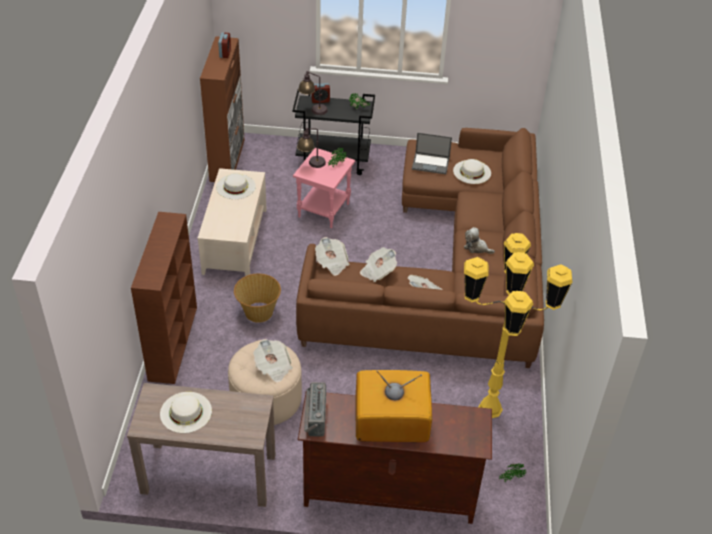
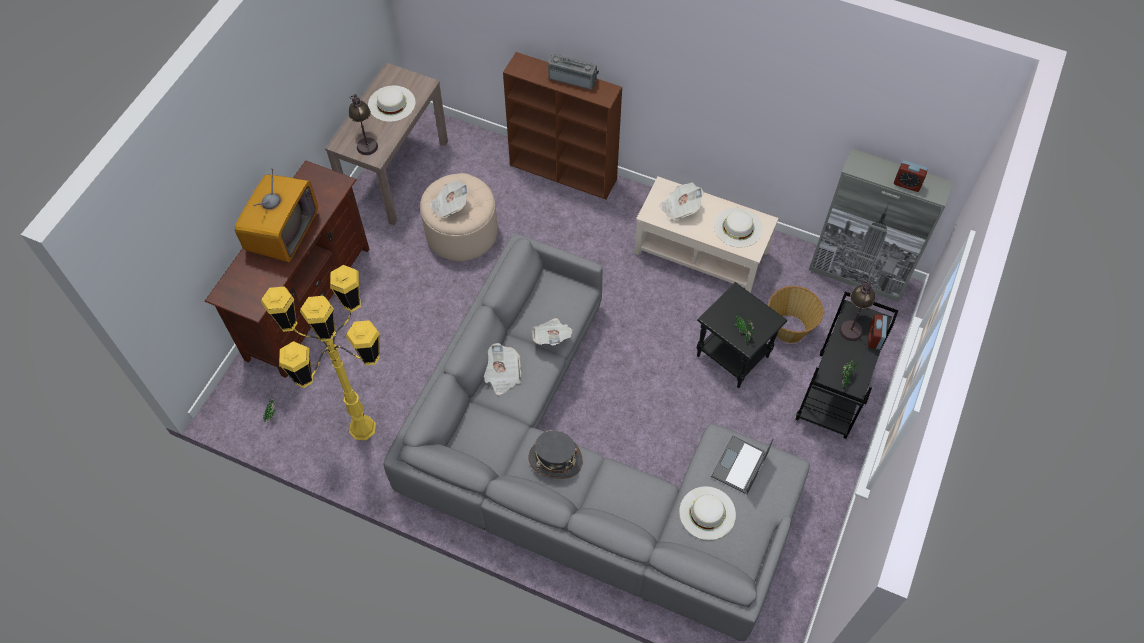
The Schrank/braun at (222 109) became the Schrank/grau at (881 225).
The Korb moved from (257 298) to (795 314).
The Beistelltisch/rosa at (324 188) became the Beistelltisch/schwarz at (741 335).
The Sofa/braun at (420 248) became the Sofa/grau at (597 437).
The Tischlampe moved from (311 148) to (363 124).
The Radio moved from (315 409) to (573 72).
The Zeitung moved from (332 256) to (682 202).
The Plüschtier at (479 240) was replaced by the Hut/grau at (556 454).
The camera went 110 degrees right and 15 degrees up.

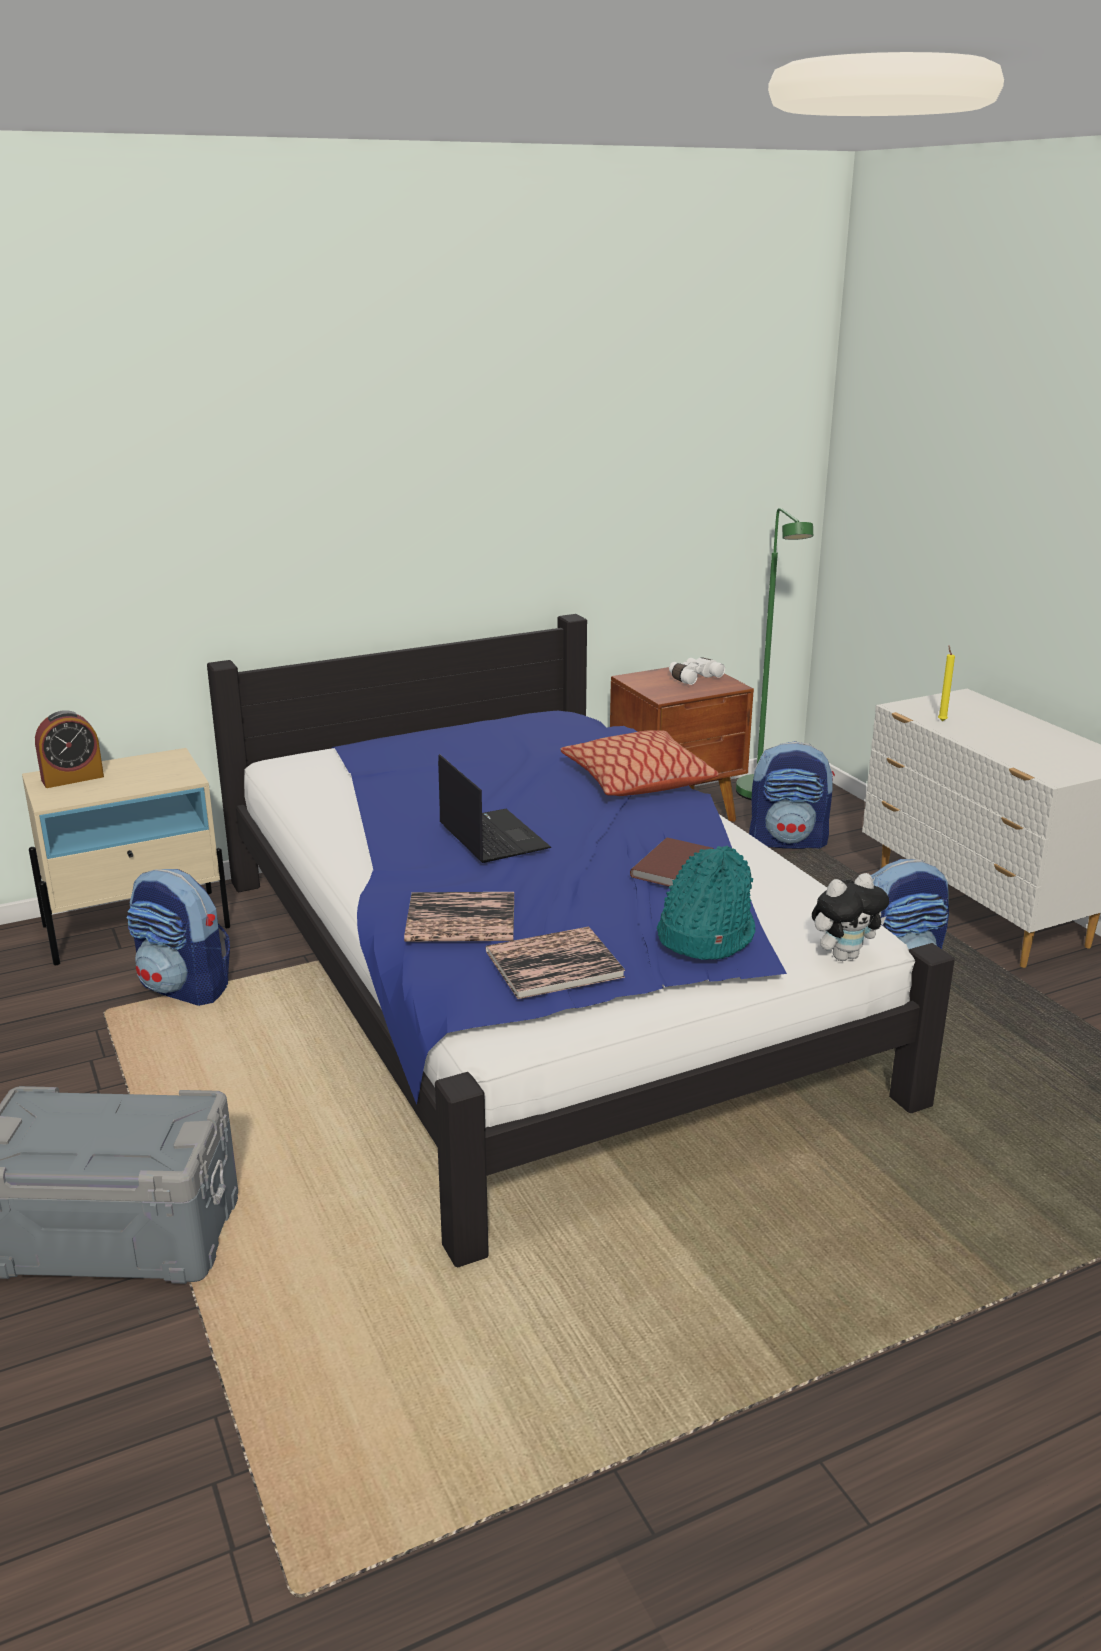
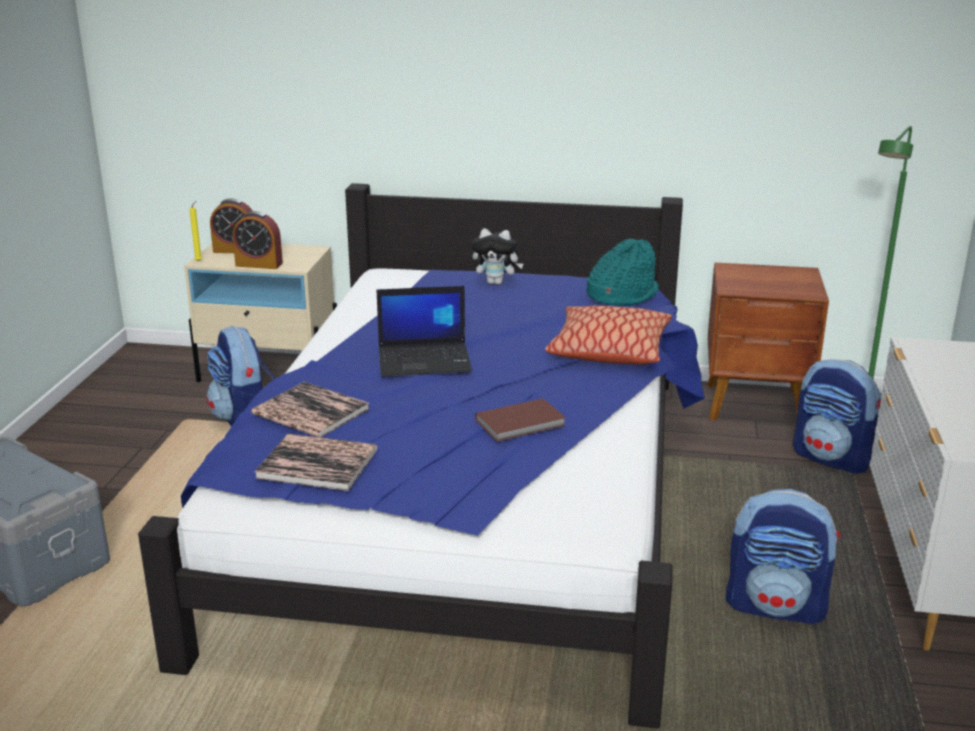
The Laptop at (494 808) turned 75 degrees clockwise.
The Hut/türkis moved from (706 903) to (622 272).
The Fernglas/weiß at (697 671) disappeared.
The Plüschtier moved from (850 917) to (497 256).
The Kerze/gelb moved from (946 683) to (195 231).
The Wecker at (258 240) appeared.
The camera went 35 degrees right and 0 degrees up.

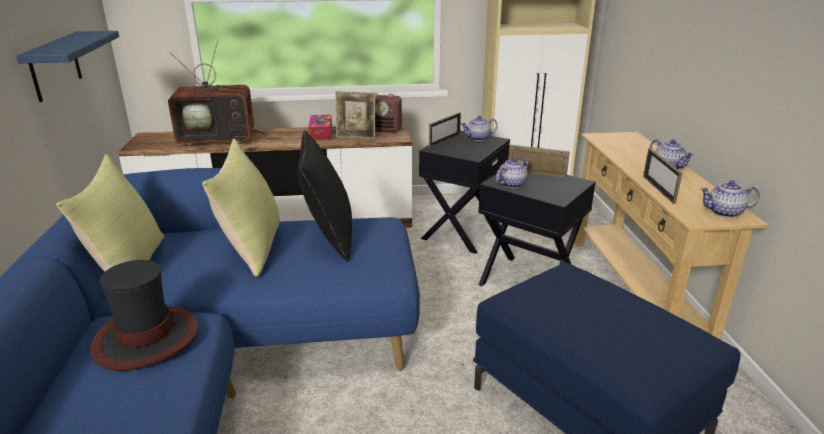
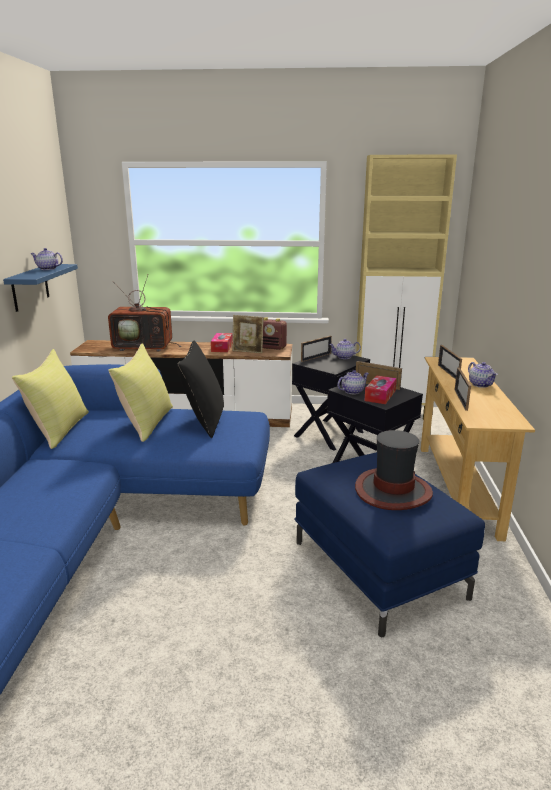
The Hut moved from (144 315) to (394 470).
The Teekanne moved from (730 199) to (46 259).
The Taschentuchbox at (380 389) appeared.
The Bilderrahmen at (450 362) appeared.
The camera went 10 degrees right and 5 degrees down.

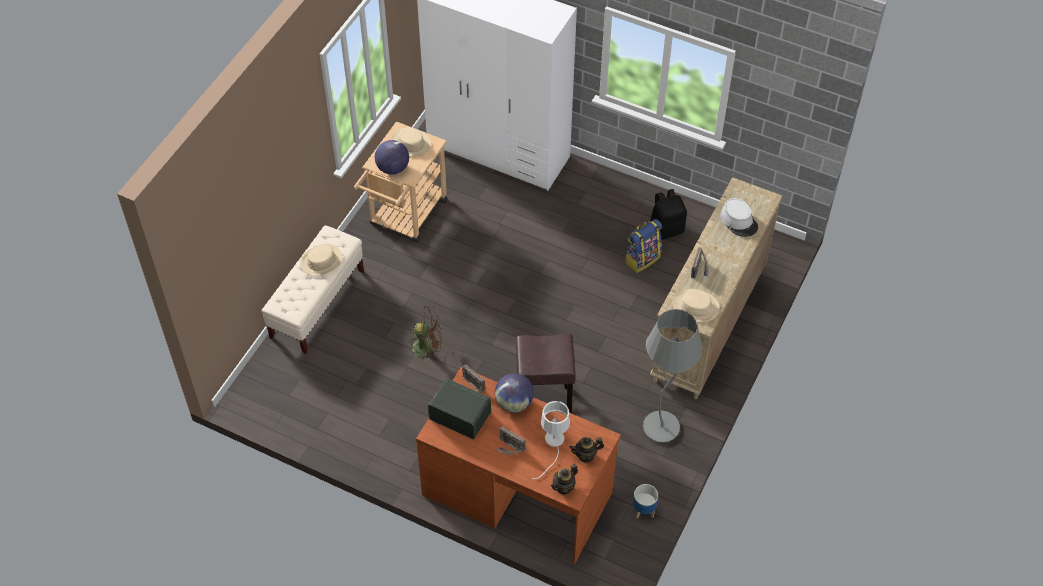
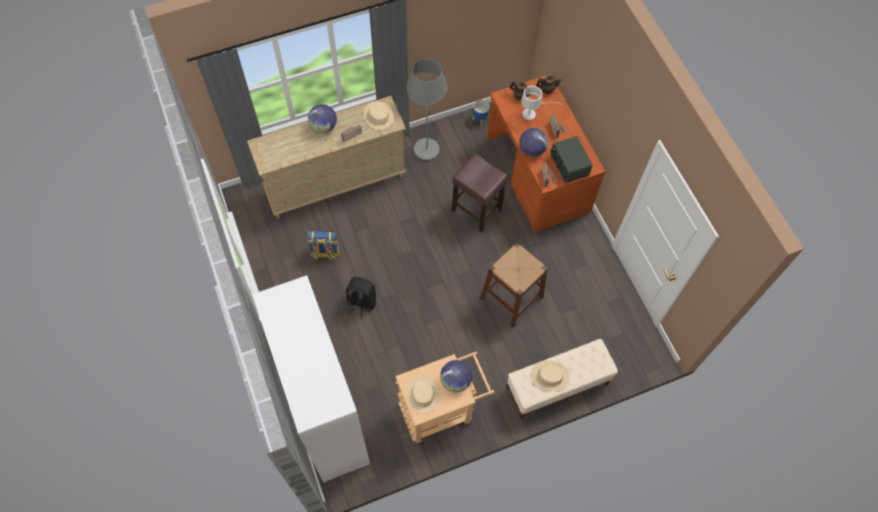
The Ventilator/braun at (424 335) was replaced by the Hocker/braun at (514 285).
The Rucksack/schwarz moved from (668 214) to (361 298).
The Hut/grau at (739 217) disappeared.
The Globus at (322 118) appeared.
The camera went 140 degrees left and 10 degrees up.

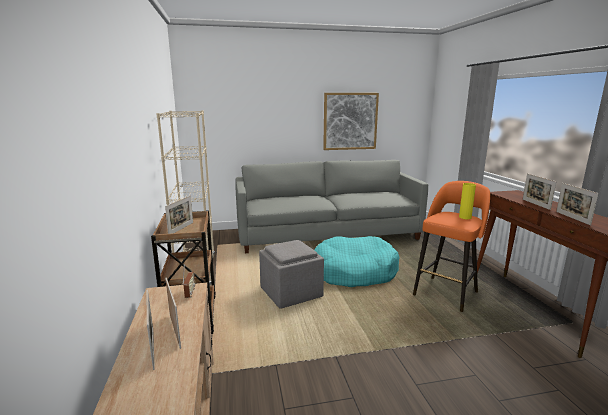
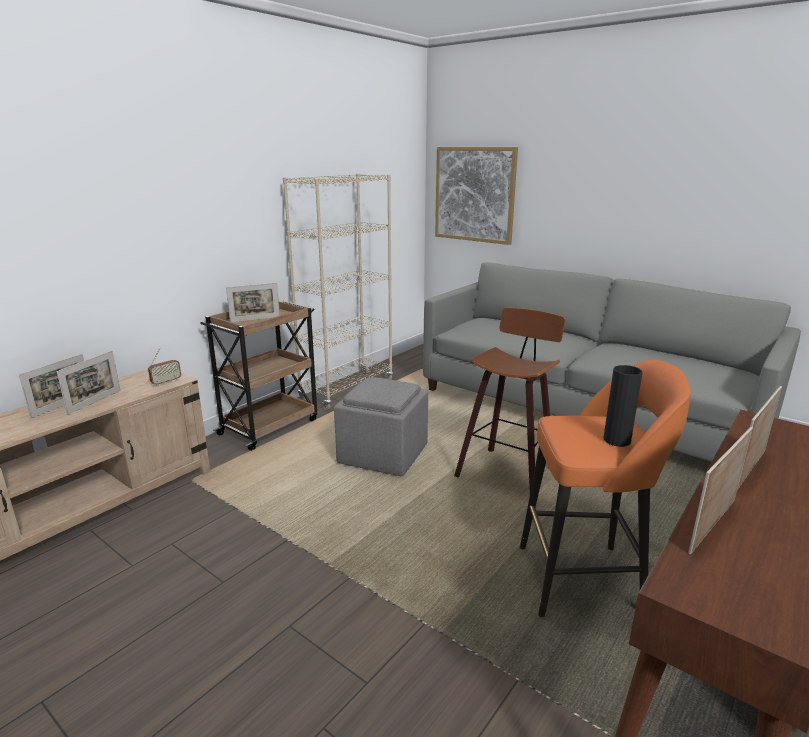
The Hundebett/türkis at (356 261) was replaced by the Hocker at (510 399).
The Bild moved from (351 121) to (476 196).
The Vase/gelb at (467 201) became the Vase/schwarz at (623 406).
The camera went 50 degrees right and 5 degrees up.

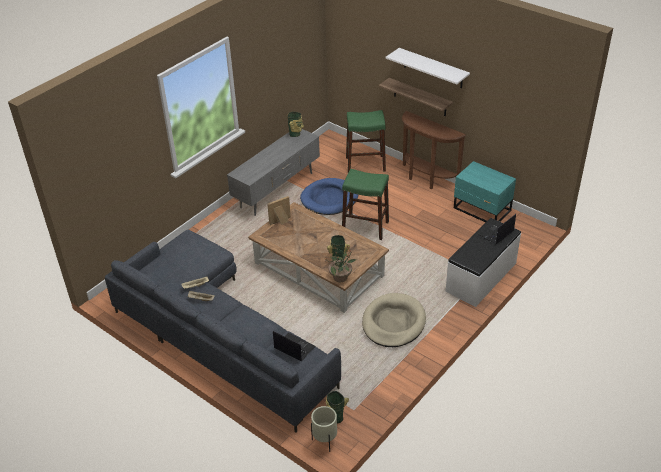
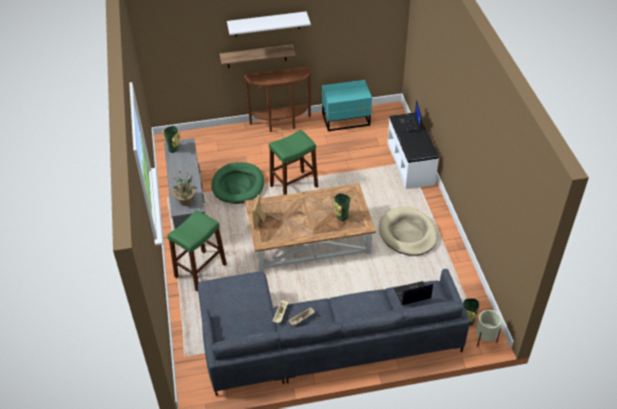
The Hundebett/blau at (329 196) became the Hundebett/grün at (238 183).
The Topfpflanze moved from (340 264) to (185 188).
The Hocker/grün moved from (366 141) to (197 251).
The camera went 50 degrees left and 5 degrees up.

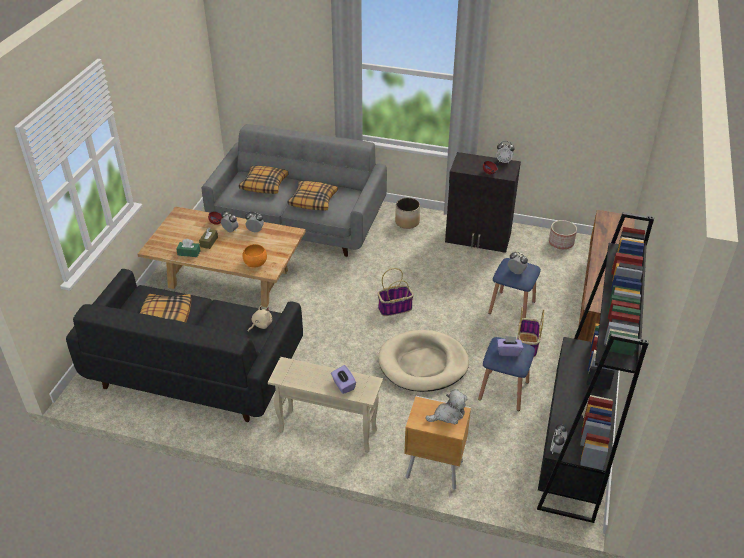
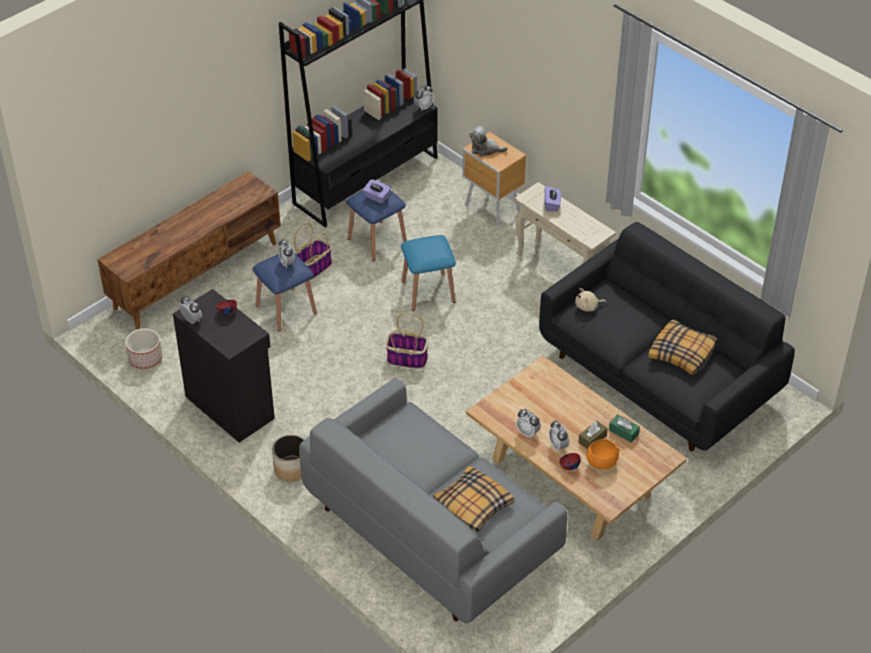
The Schüssel/orange moved from (254 256) to (602 454).
The Kissen at (313 196) disappeared.
The Hundebett/beige at (423 361) was replaced by the Hocker/blau at (428 273).
The camera went 150 degrees left and 5 degrees up.

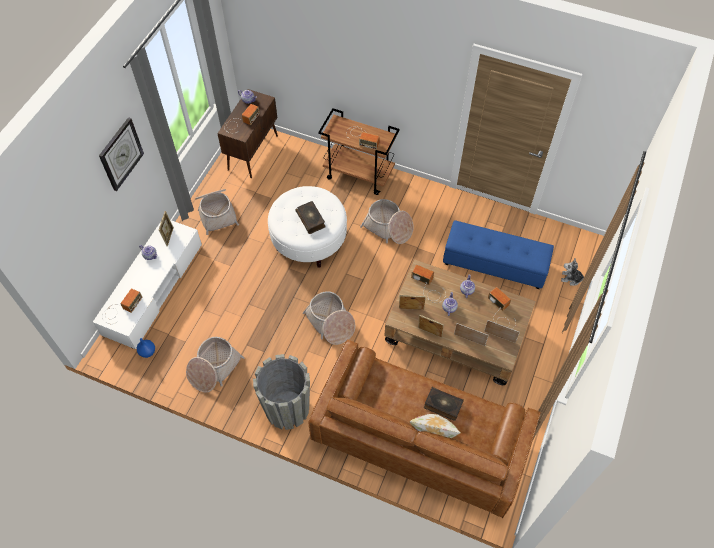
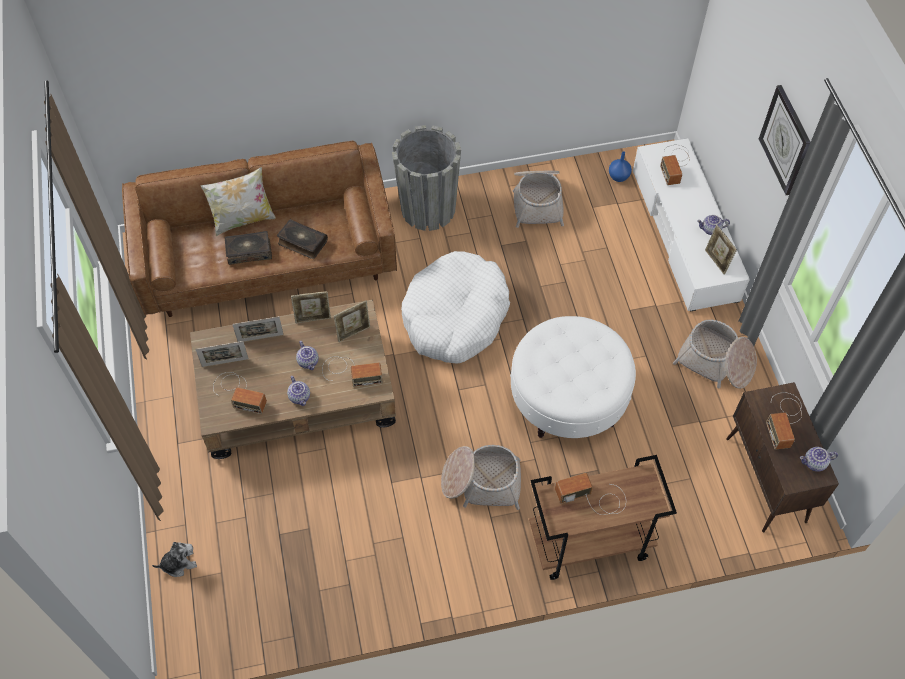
The Buch moved from (310 217) to (302 239).
The Korb at (329 318) was replaced by the Hundebett/weiß at (455 307).
The Polsterhocker/blau at (498 254) disappeared.
The camera went 145 degrees right and 0 degrees up.

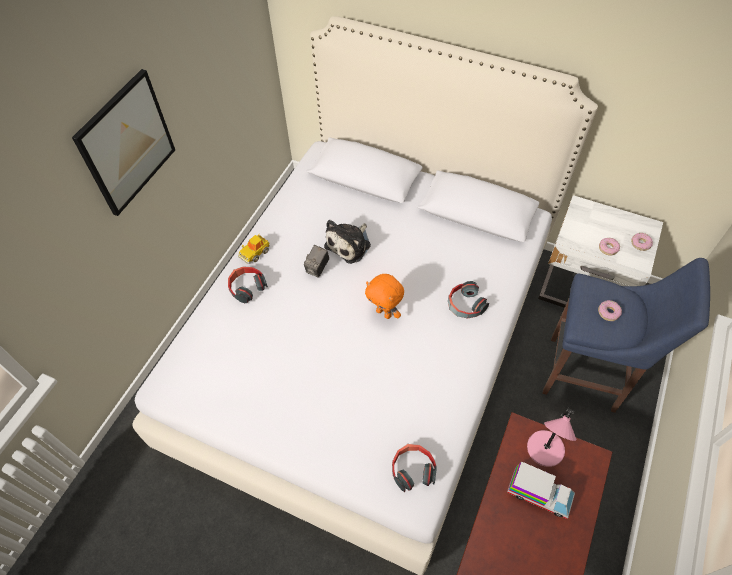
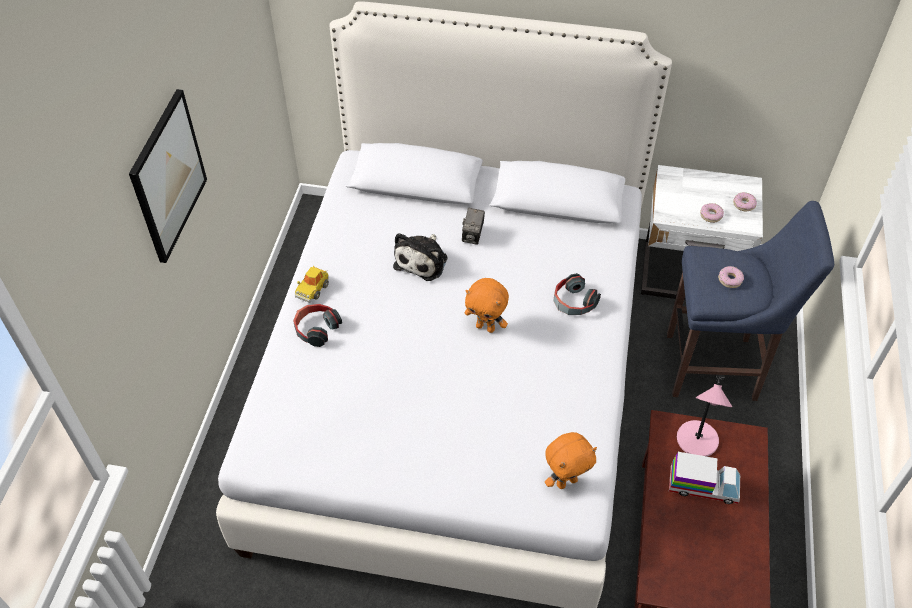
The Kamera moved from (316 261) to (473 226).
The Kopfhörer at (414 468) was replaced by the Plüschtier/orange at (571 460).
The camera went 15 degrees left and 5 degrees down.

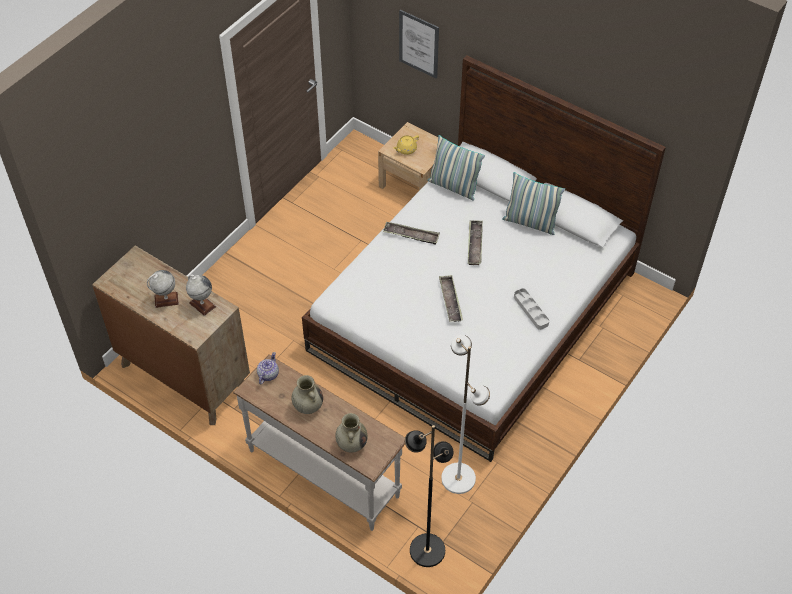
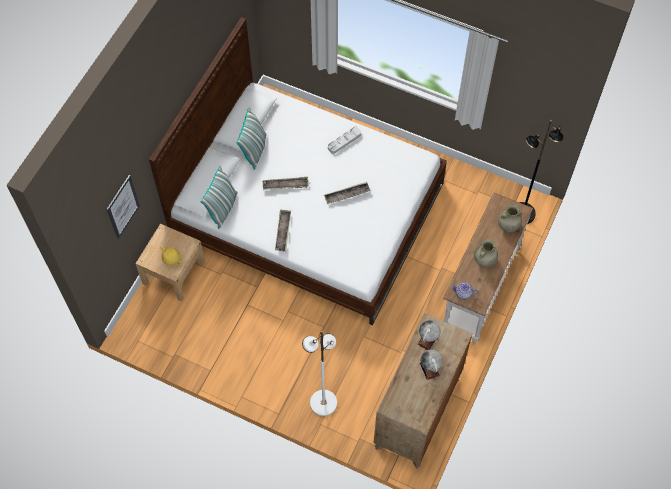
The Stehlampe/weiß moved from (465 414) to (319 373).
The camera went 100 degrees left and 10 degrees up.

